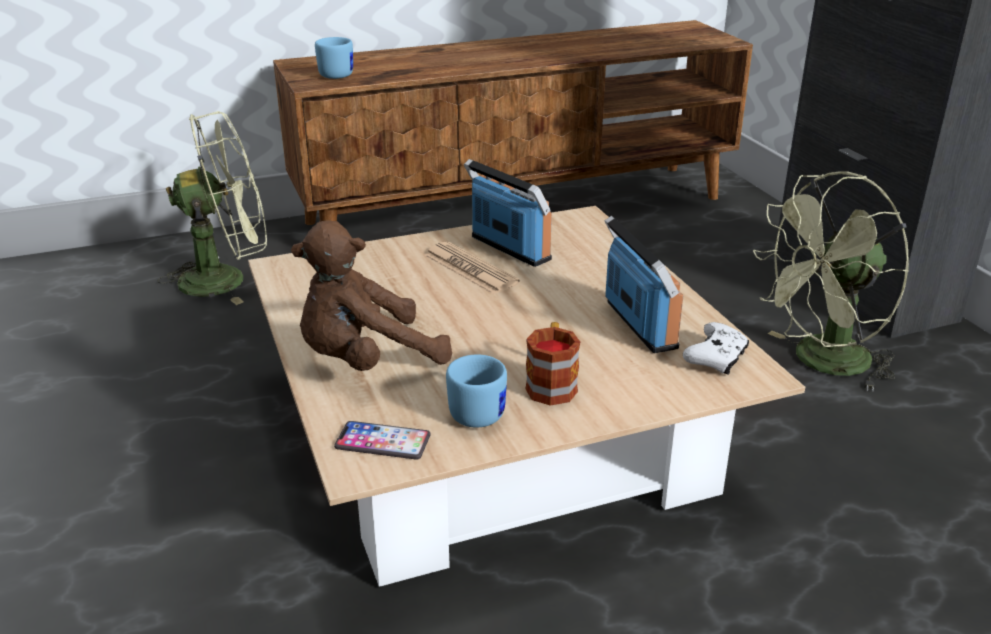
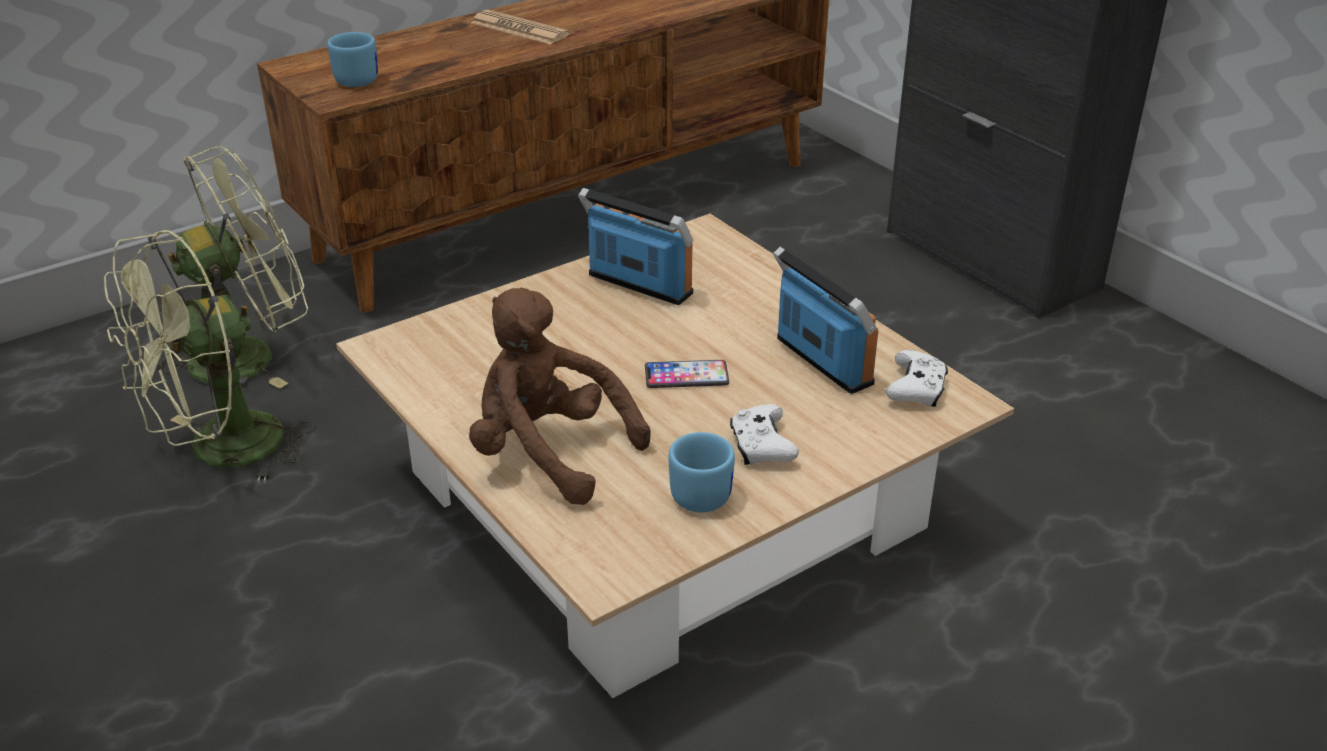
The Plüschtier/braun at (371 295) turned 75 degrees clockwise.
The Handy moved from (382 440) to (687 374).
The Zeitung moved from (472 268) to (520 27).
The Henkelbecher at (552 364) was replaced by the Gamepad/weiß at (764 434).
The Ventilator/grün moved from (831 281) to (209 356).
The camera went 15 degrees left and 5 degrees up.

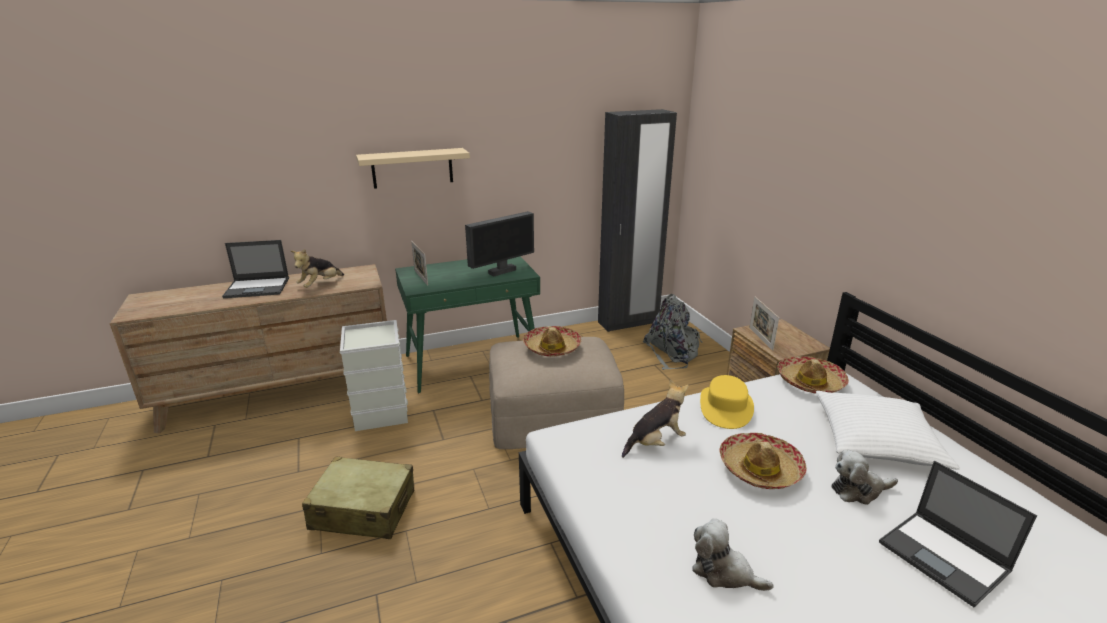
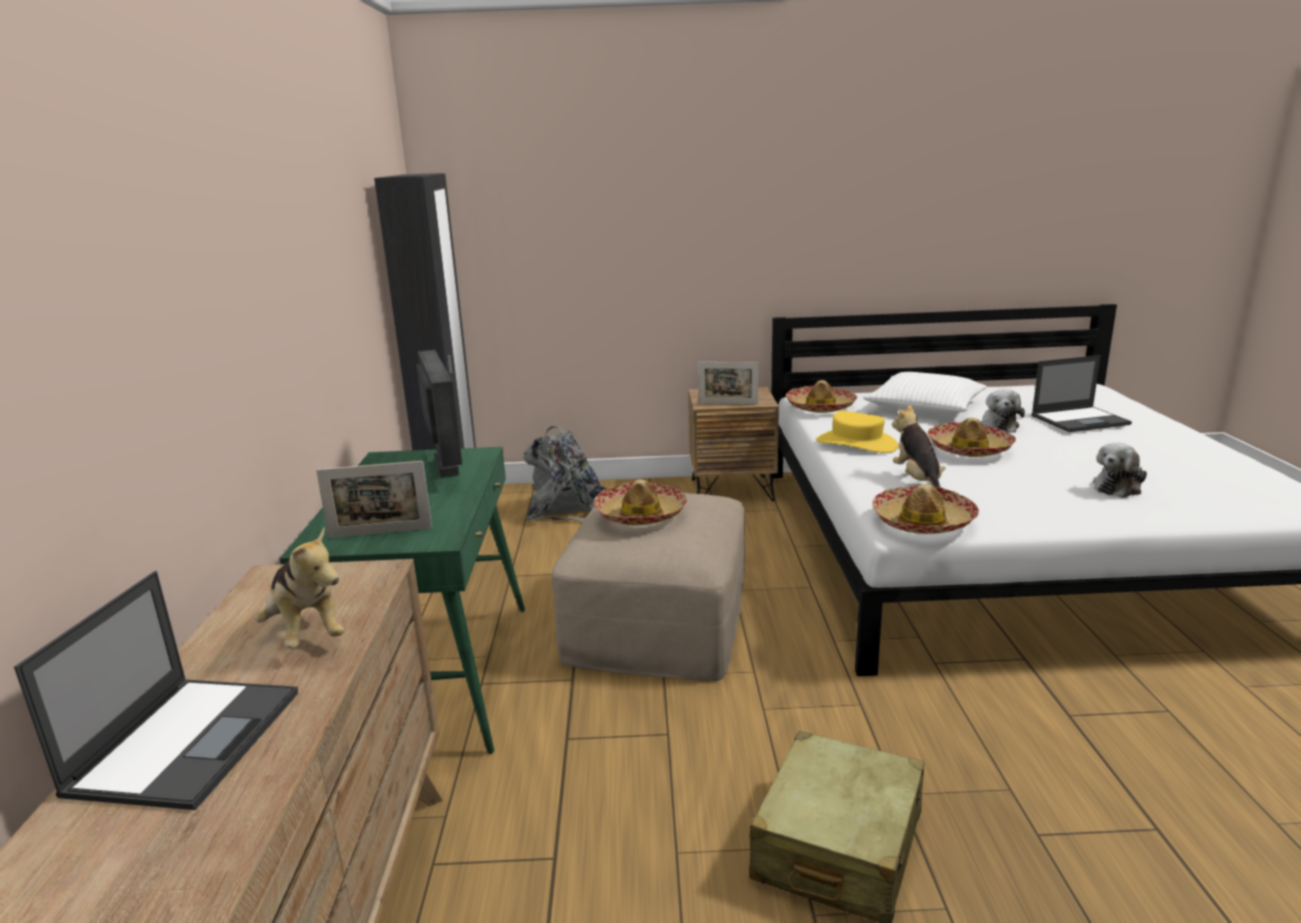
The Aufbewahrungsbox/grau at (374 375) disappeared.
The Wandregal/beige at (413 168) disappeared.
The Hut at (925 509) appeared.
The camera went 70 degrees left and 5 degrees down.

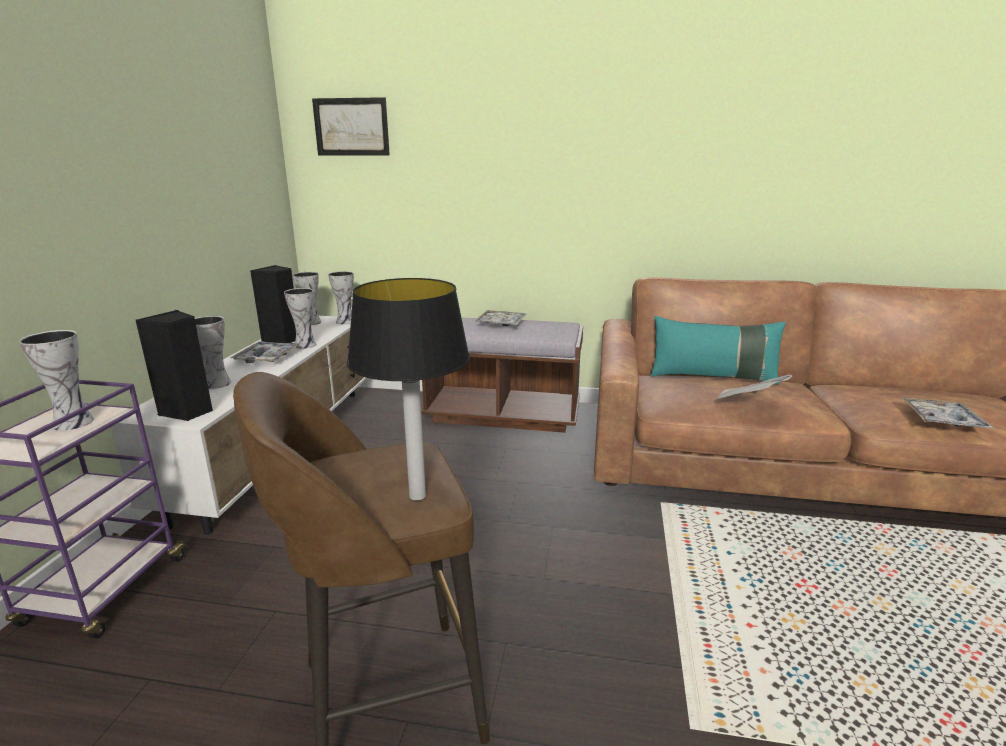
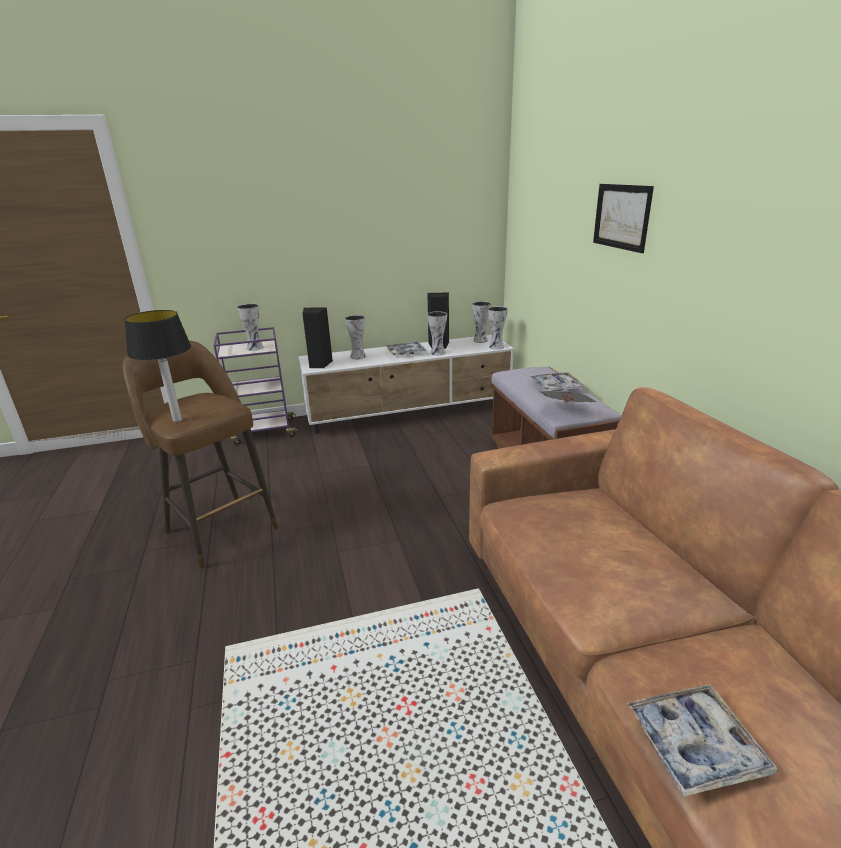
The Bild moved from (351 126) to (623 218).
The Kissen/türkis at (718 350) disappeared.
The Zeitung moved from (752 387) to (567 397).
The camera went 65 degrees right and 5 degrees up.

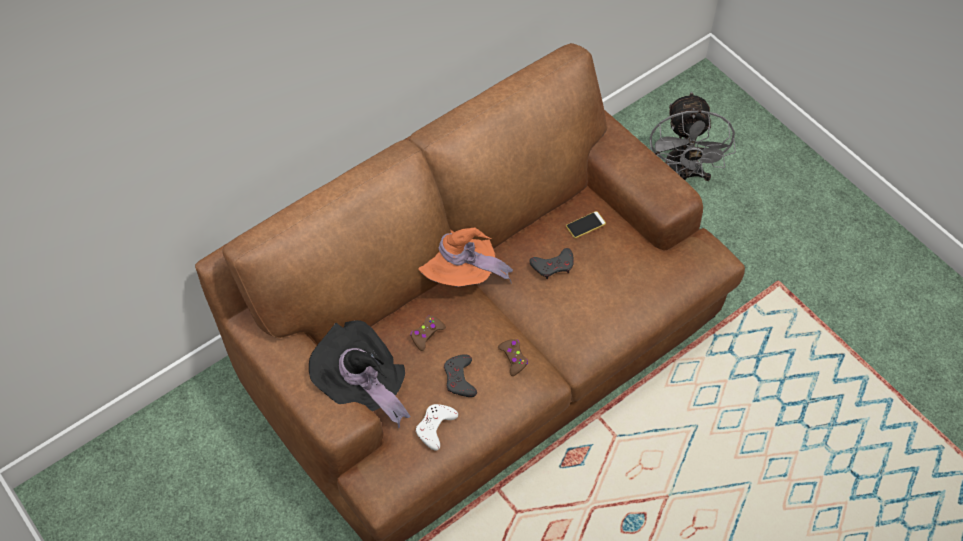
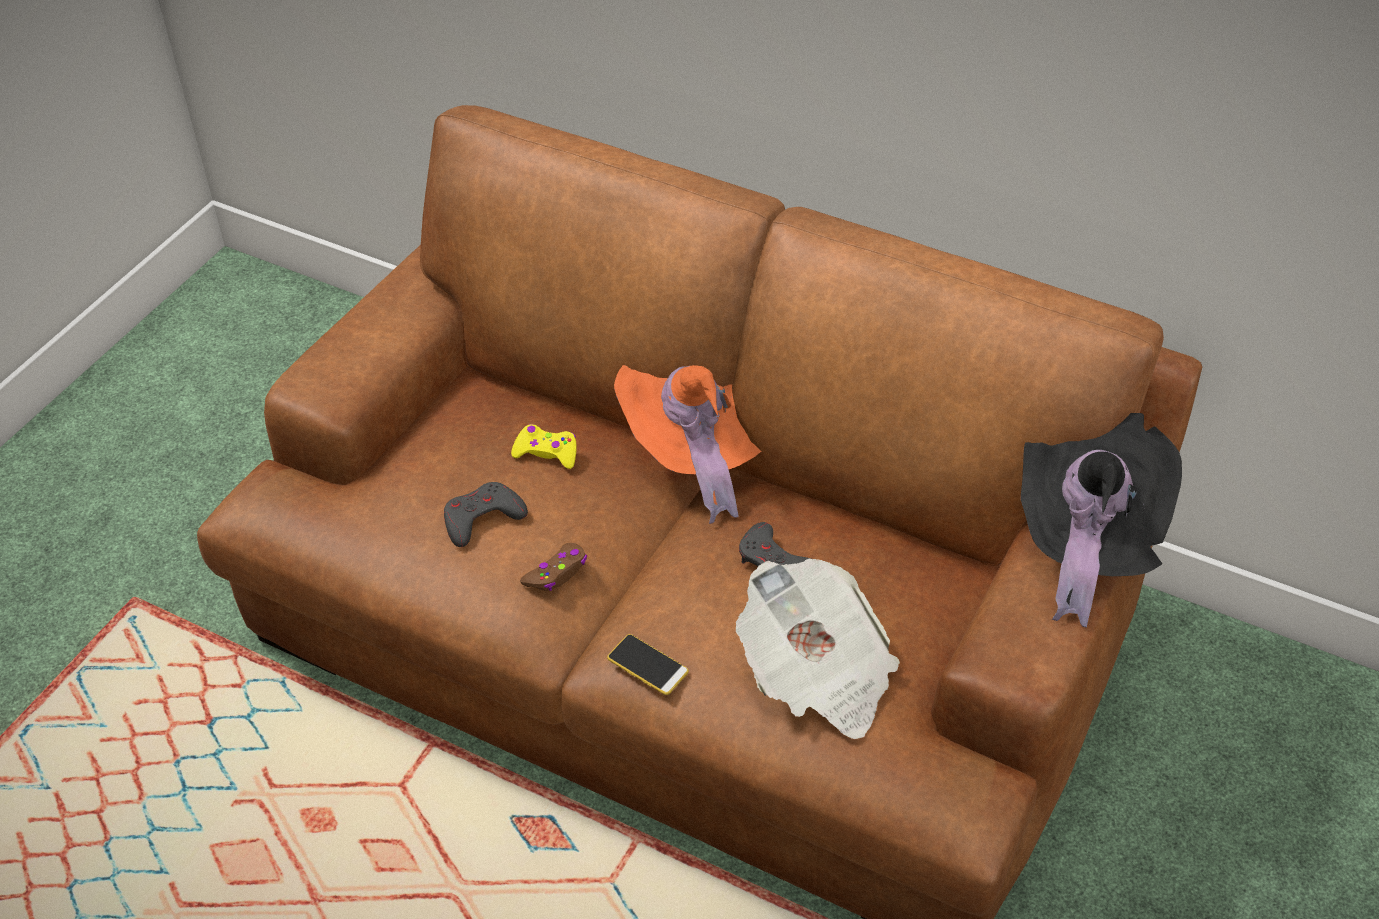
The Hut/schwarz moved from (360 374) to (1101 520).
The Gamepad/braun at (428 333) became the Gamepad/gelb at (544 446).
The Gamepad/weiß at (437 427) disappeared.
The Handy moved from (586 224) to (648 664).
The Ventilator/grau at (693 136) disappeared.
The Zeitung at (818 649) appeared.
The camera went 65 degrees right and 10 degrees down.

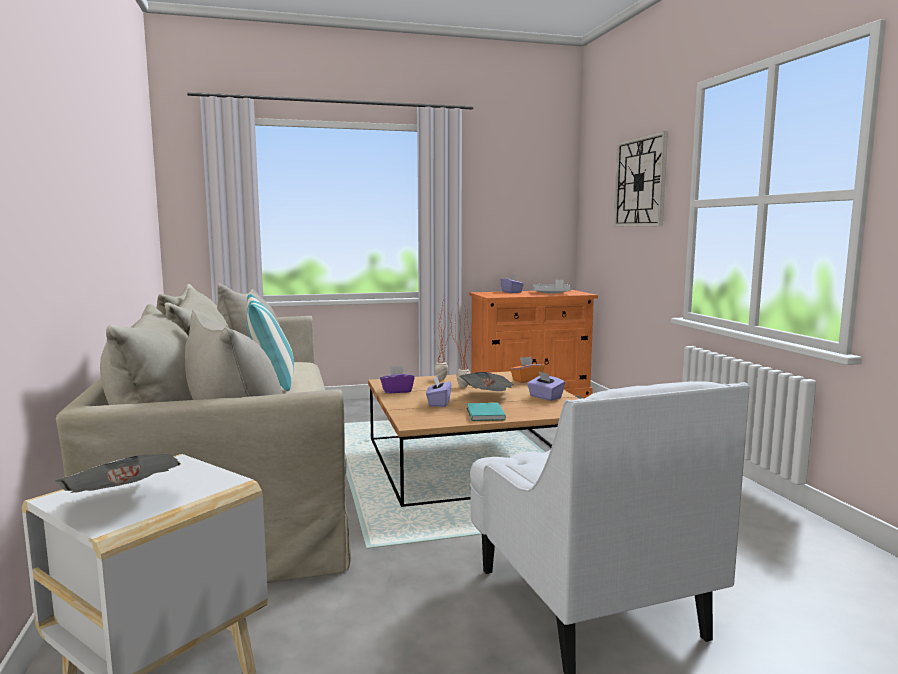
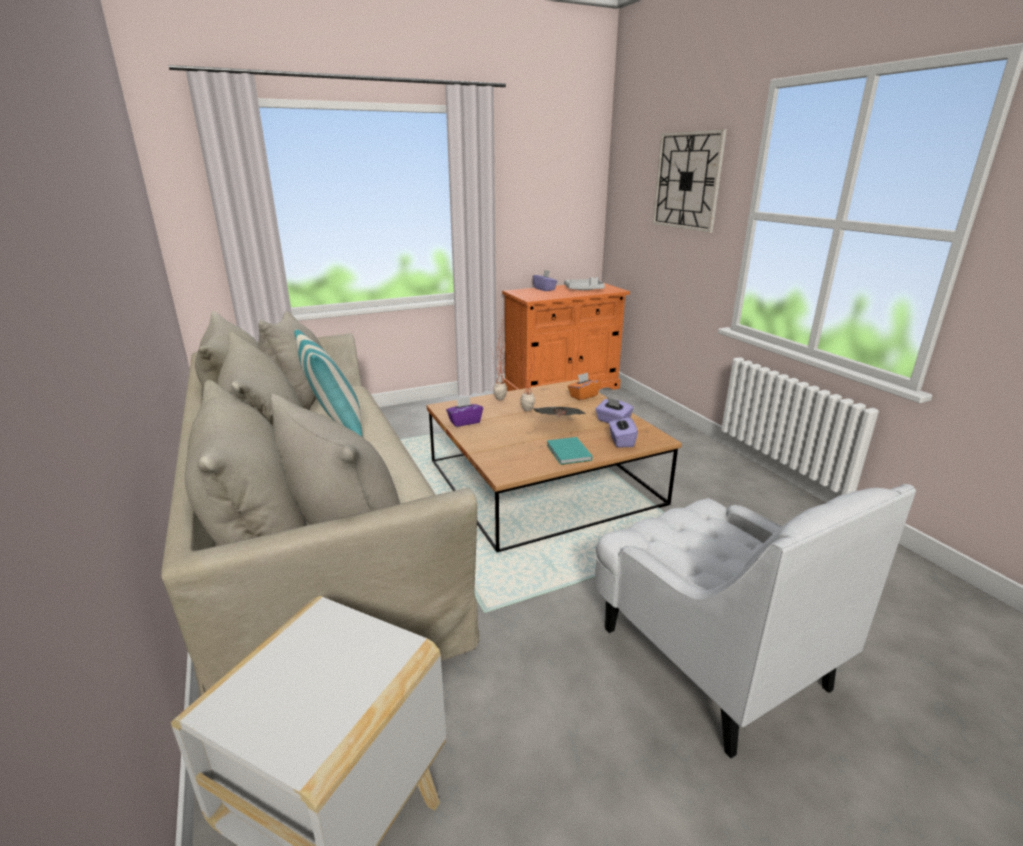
The Zeitung at (118 473) disappeared.
The Taschentuchbox/lila moved from (439 391) to (623 432).
The camera went 10 degrees left and 15 degrees up.

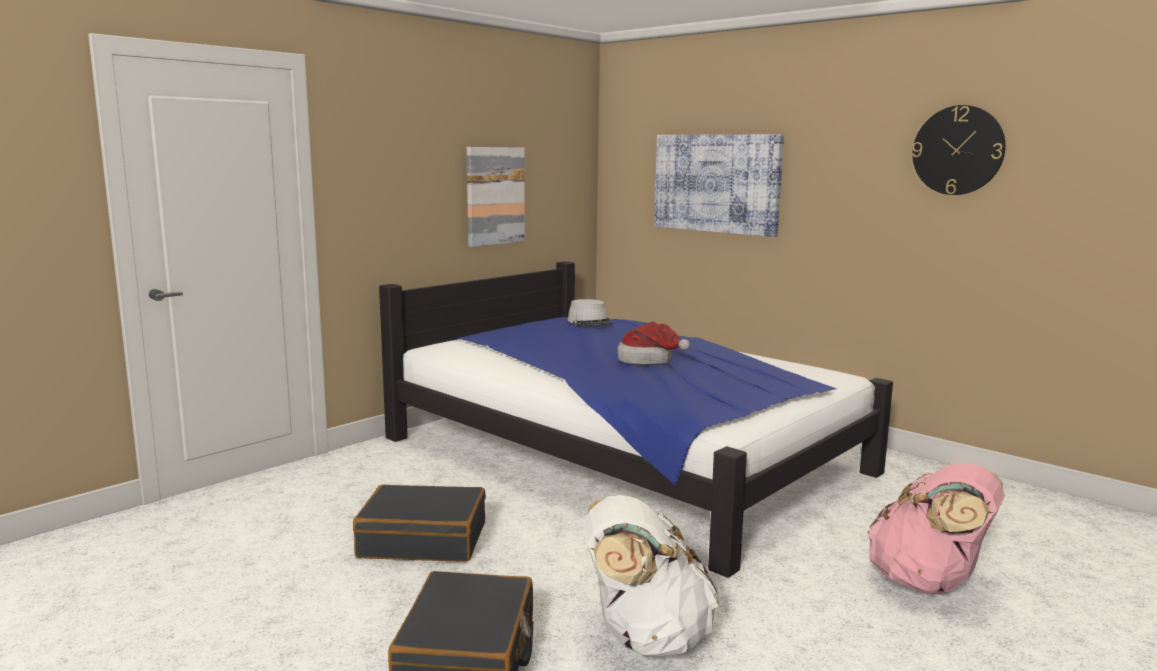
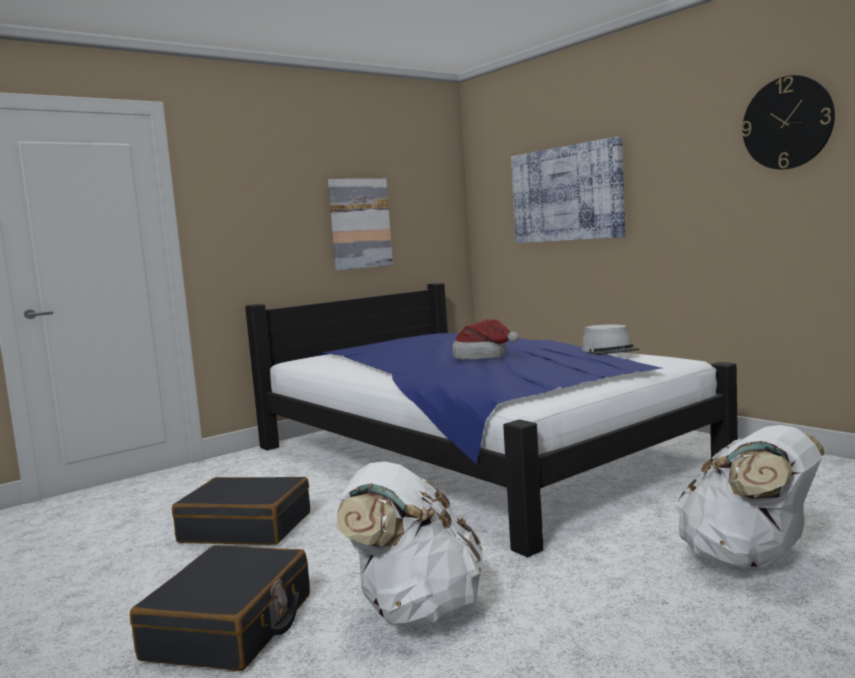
The Hut/grau moved from (591 312) to (610 339).
The Rucksack/rosa at (936 528) became the Rucksack/weiß at (750 498).
The camera went 10 degrees right and 5 degrees down.

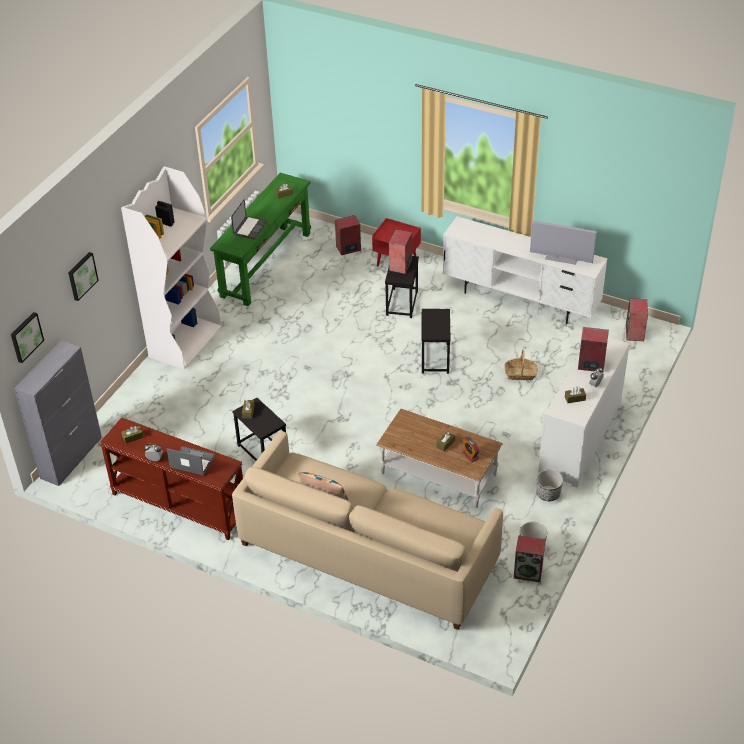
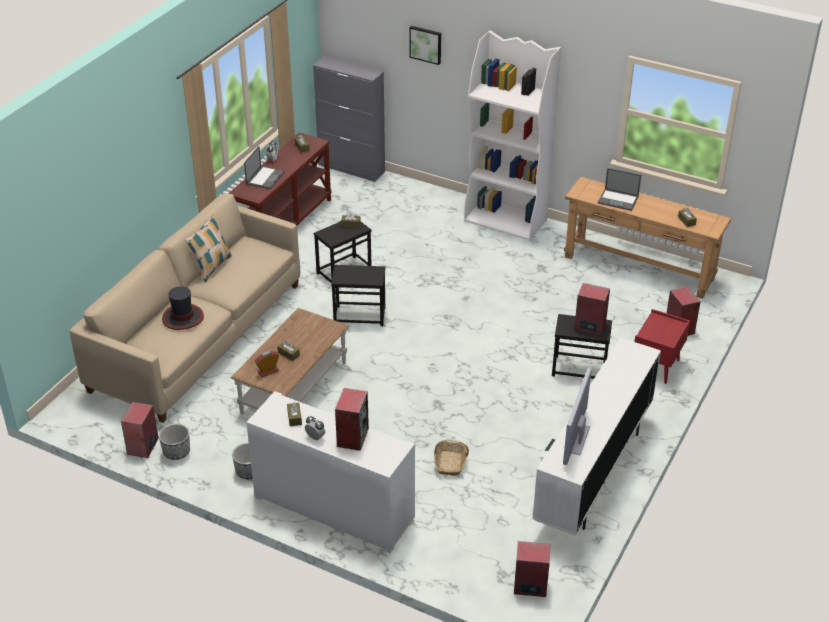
The Bild at (27 337) disappeared.
The Konsolentisch/grün at (260 239) became the Konsolentisch/braun at (647 238).
The Beistelltisch/schwarz moved from (435 341) to (358 295).
The Hut at (183 308) appeared.
The camera went 90 degrees right and 5 degrees down.

